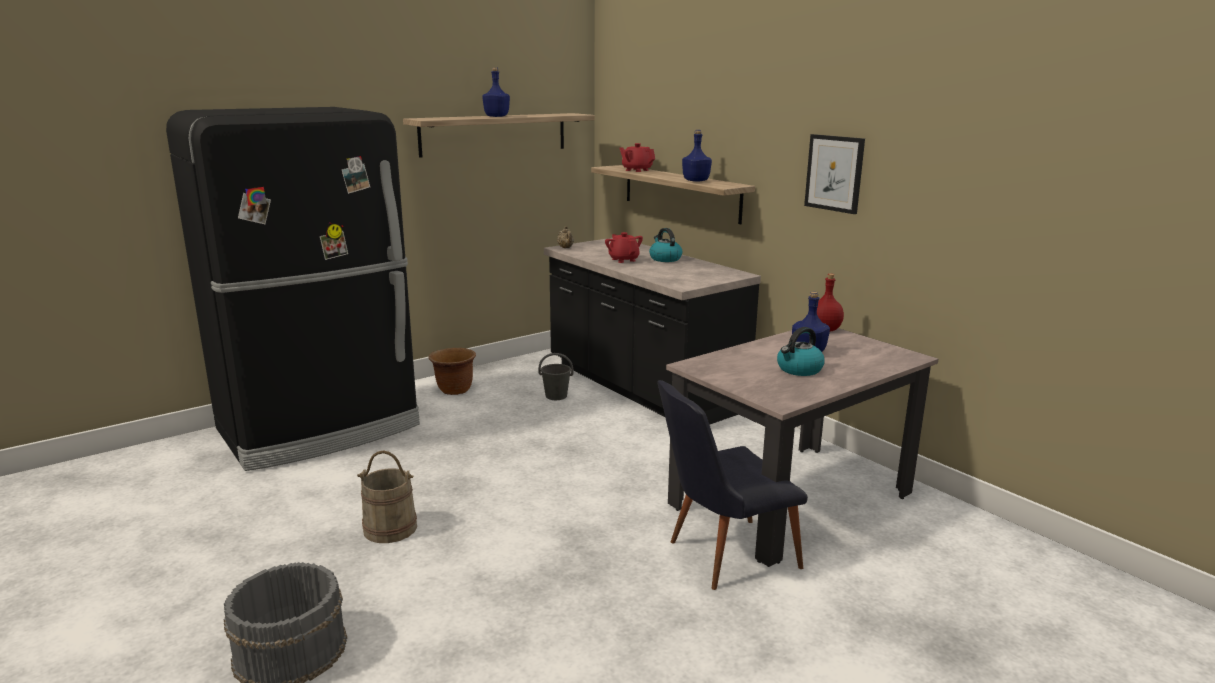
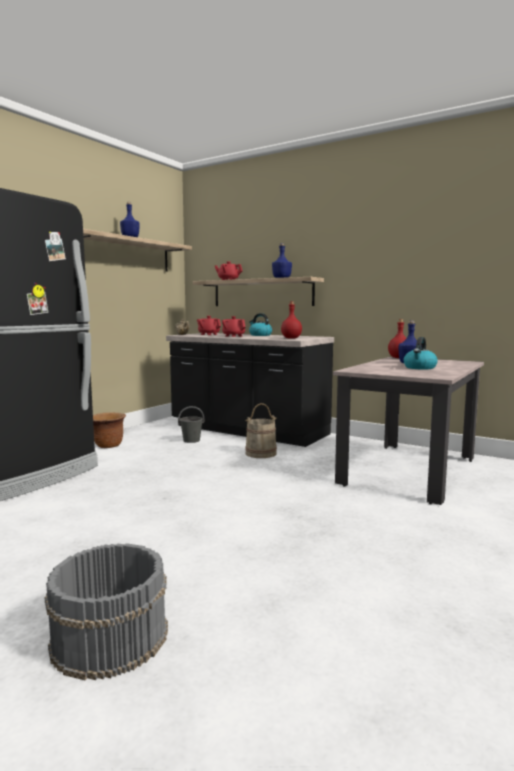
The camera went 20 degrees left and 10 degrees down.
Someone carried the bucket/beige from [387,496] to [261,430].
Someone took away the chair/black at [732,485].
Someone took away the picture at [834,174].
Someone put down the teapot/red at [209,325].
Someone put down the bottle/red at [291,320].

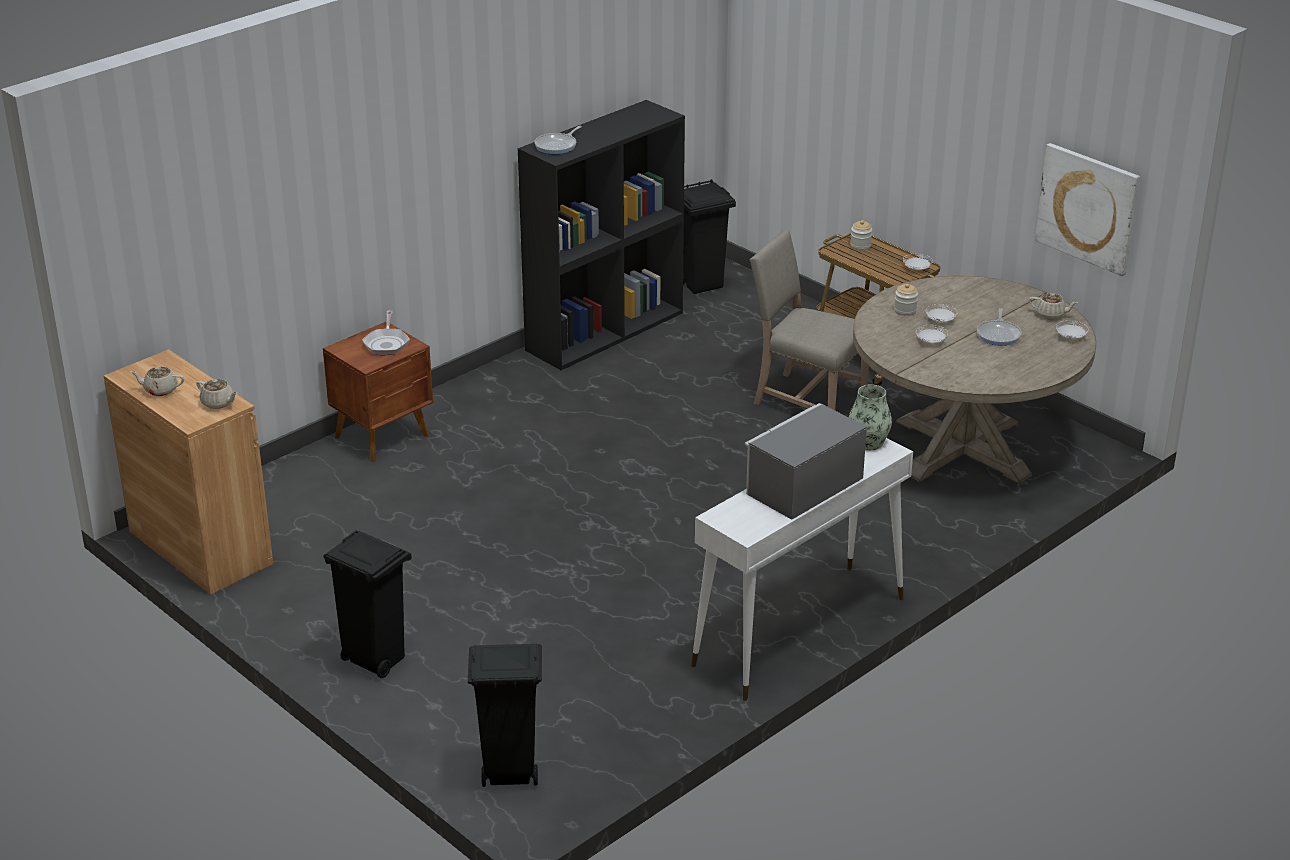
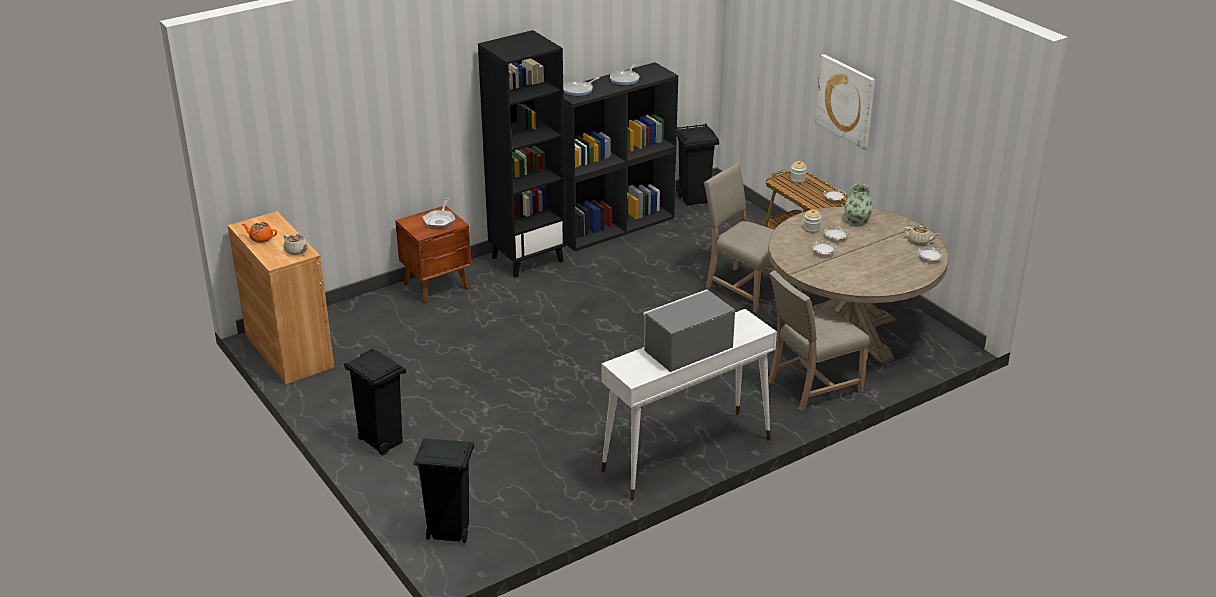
The camera went 10 degrees right and 0 degrees up.
Someone repainted the teapot/beige at [157,381], which became the teapot/orange at [259,232].
Someone carried the vase from [870,417] to [858,205].
Someone carried the frying pan from [999,327] to [624,74].
Someone carried the picture from [1087,209] to [845,102].
Someone put down the bookcase/black at [522,154].
Someone put down the chair/beige at [819,341].

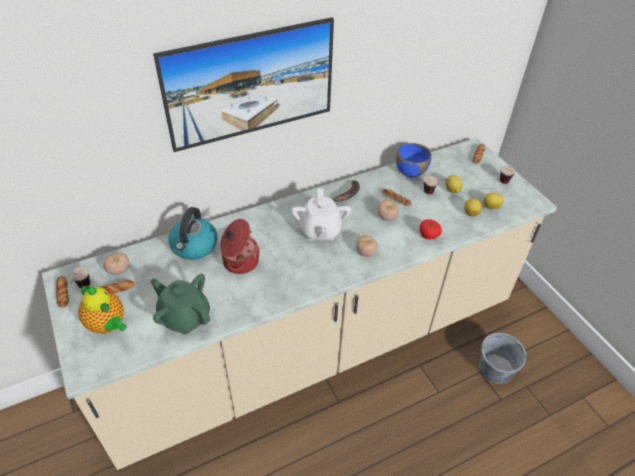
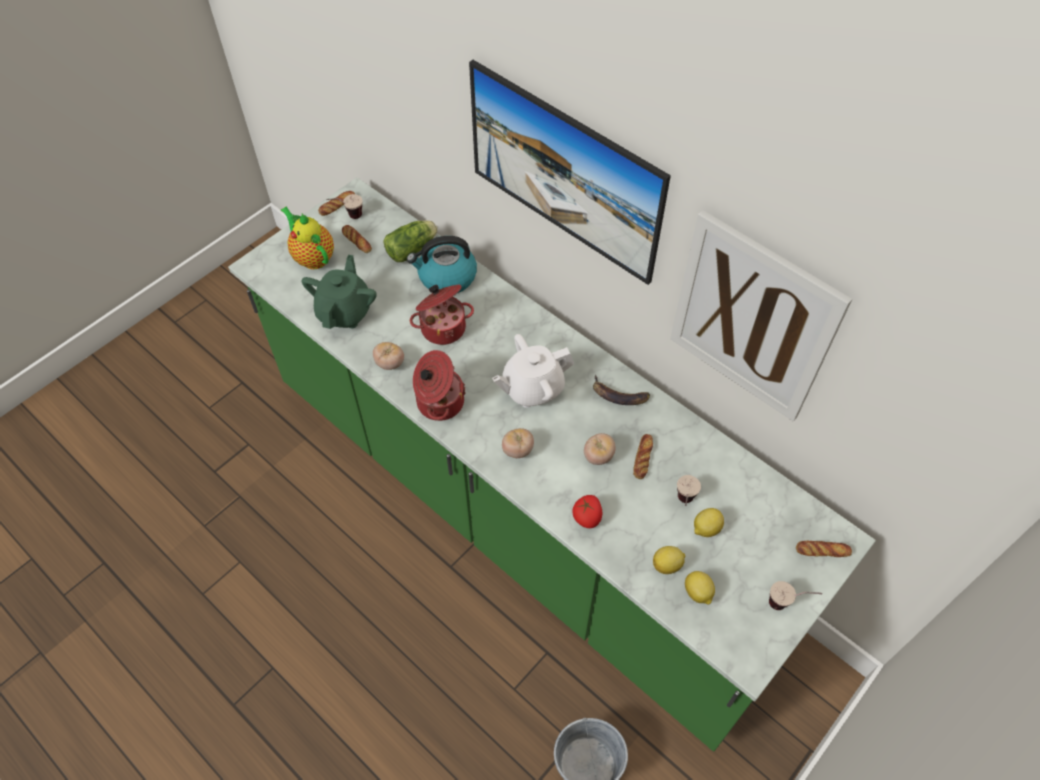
The camera went 70 degrees right and 10 degrees up.
Someone repainted the counter/beige at [299,304], which became the counter/green at [552,464].
Someone rotated the teapot at [102,310] by 120 degrees clockwise.
Someone carried the tomato from [116,264] to [388,356].
Someone took away the bowl/blue at [414,160].
Someone put down the lettuce at [410,241].
Someone put down the cooking pot at [439,385].
Someone put up the picture at [761,315].

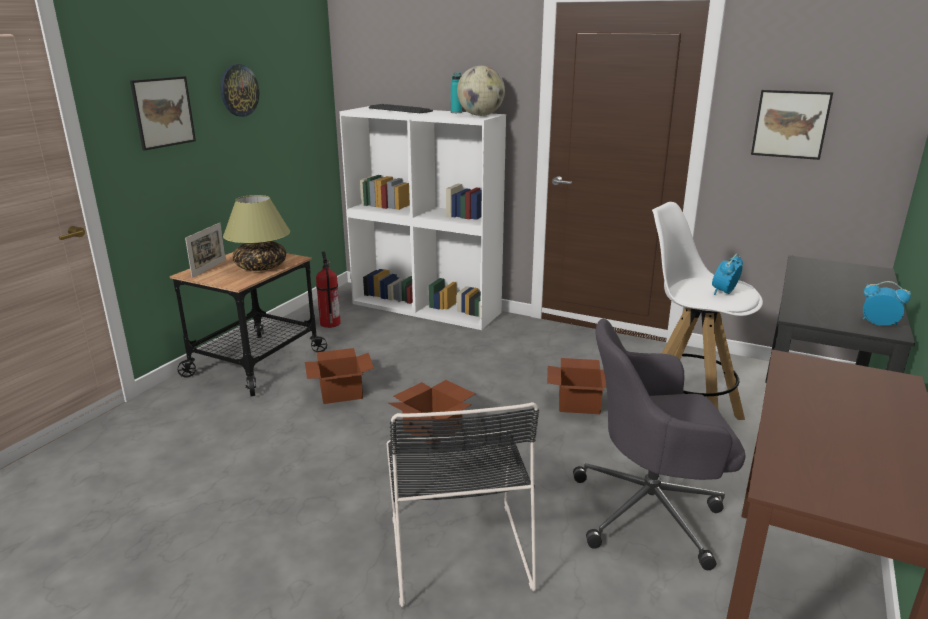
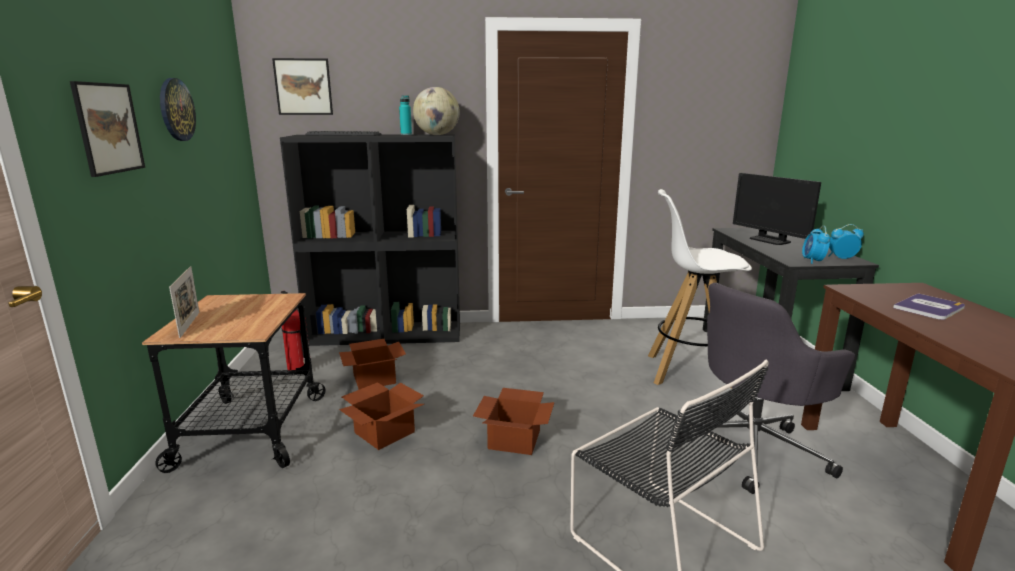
The camera went 30 degrees left and 5 degrees down.
Someone took away the table lamp at [256,233].
Someone repainted the bookcase/white at [422,218], which became the bookcase/black at [370,240].
Someone carried the cardboard box from [576,386] to [372,364].
Someone carried the alarm clock from [727,274] to [816,245].
Someone carried the picture from [792,125] to [302,86].
Someone put down the monitor at [777,209].
Someone put down the book at [929,306].

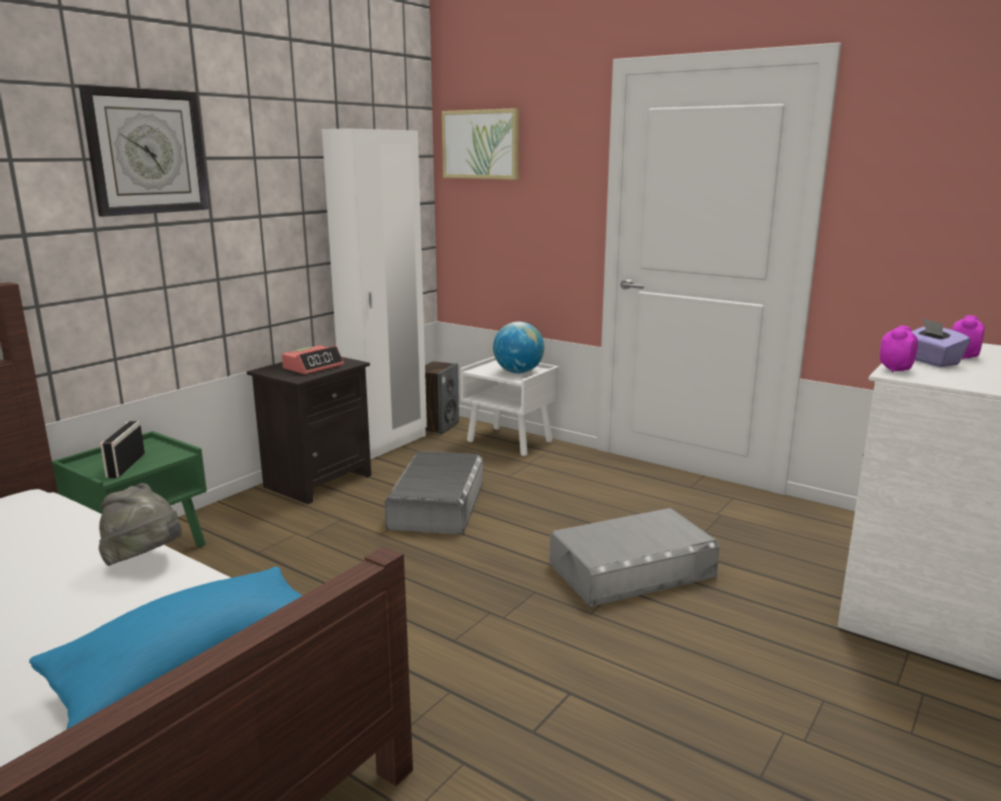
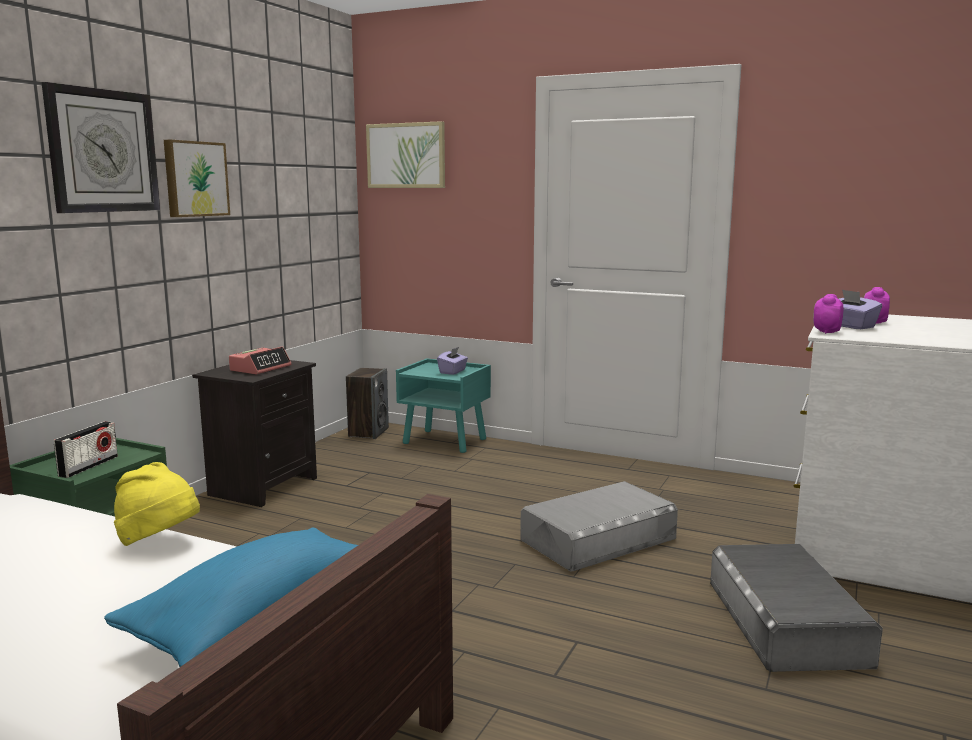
The camera went 10 degrees left and 5 degrees down.
Someone repainted the hat/grey at [140,524], which became the hat/yellow at [157,504].
Someone rotated the radio at [122,449] by 150 degrees counterclockwise.
Someone took away the wardrobe/white at [374,293].
Someone carried the storage box/grey from [433,493] to [796,608].
Someone repainted the nightstand/white at [509,406], which became the nightstand/turquoise at [443,405].
Someone swapped the globe at [518,347] for the tissue box/purple at [452,361].
Someone put up the picture at [197,178].

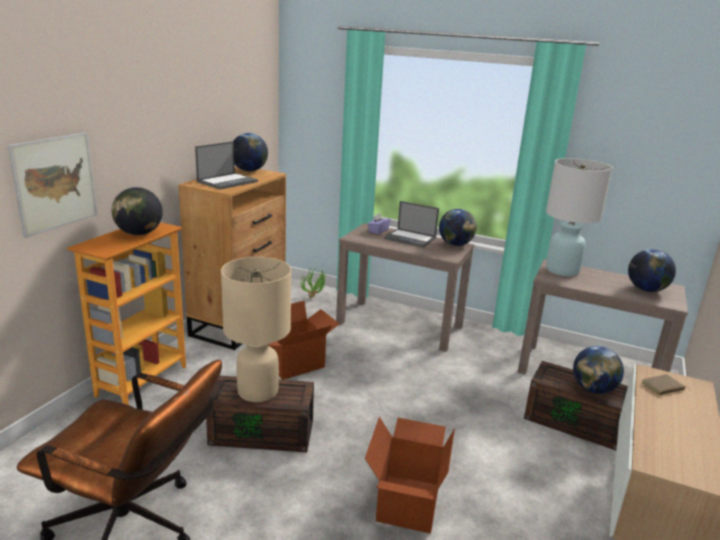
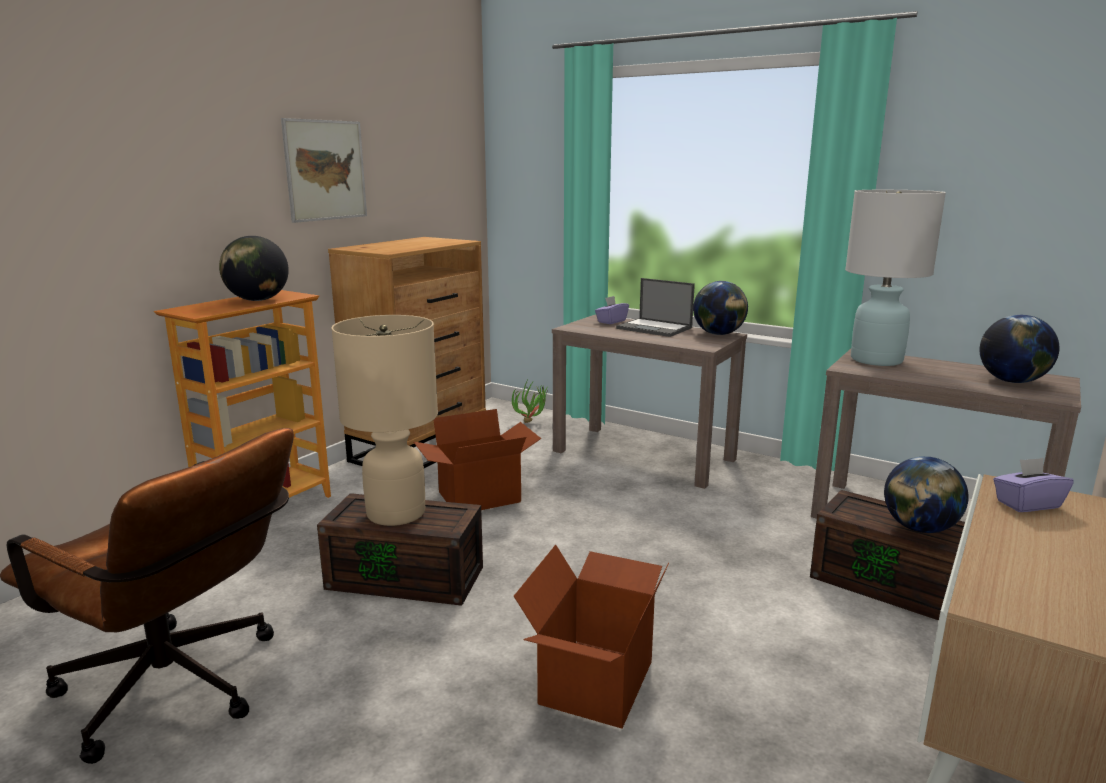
The camera went 10 degrees right and 5 degrees down.
Someone carried the picture from [52,185] to [324,170].
Someone took away the laptop at [226,165].
Someone took away the globe at [251,152].
Someone swapped the book/brown at [667,384] for the tissue box/purple at [1033,485].

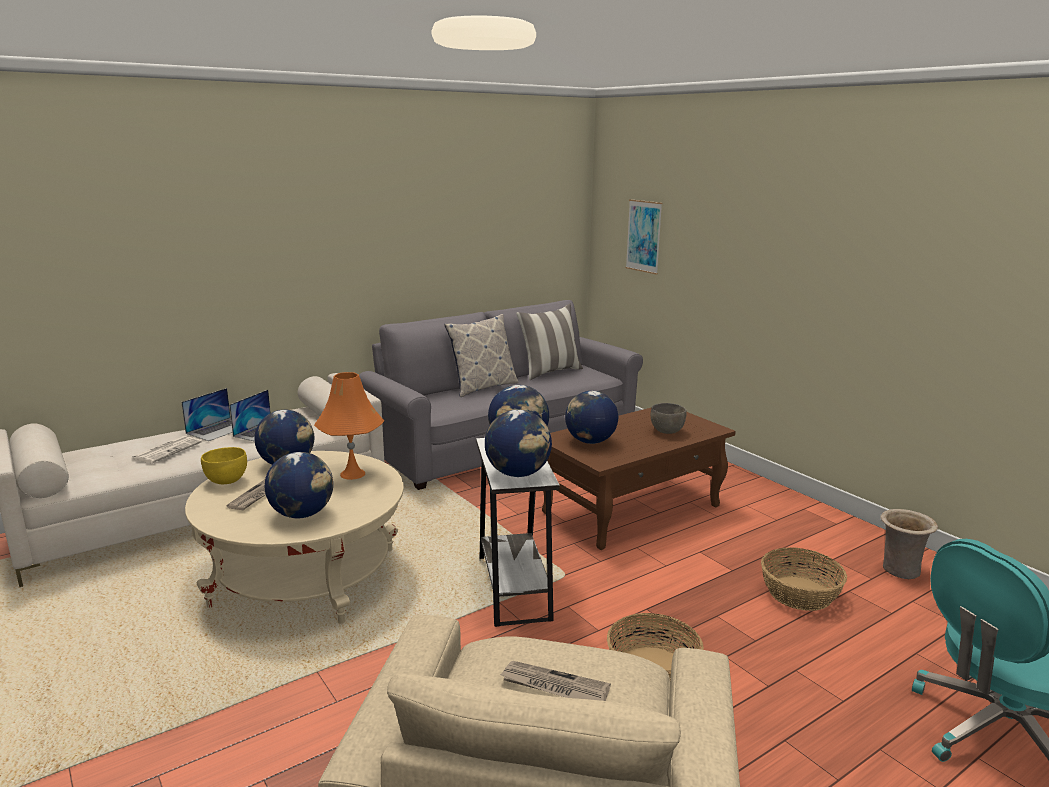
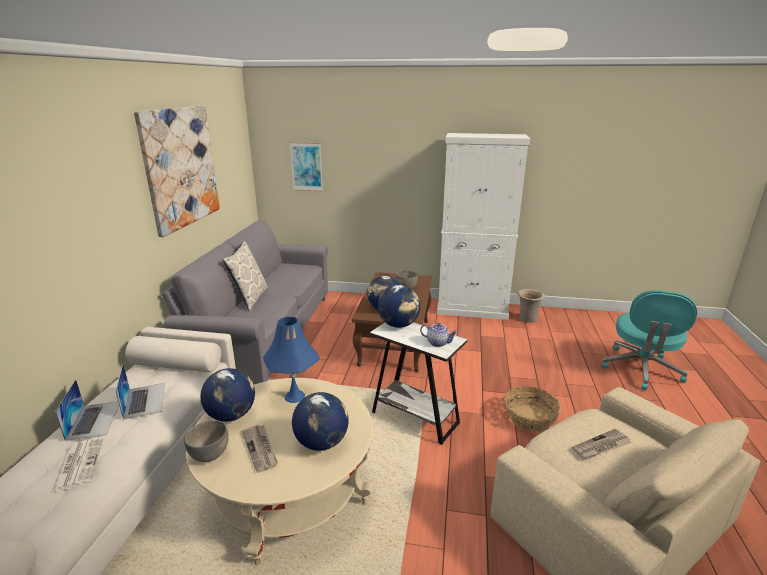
The camera went 45 degrees left and 5 degrees up.
Someone repainted the bowl/yellow at [224,465], which became the bowl/grey at [206,441].
Someone repainted the table lamp/orange at [349,426], which became the table lamp/blue at [291,360].
Someone swapped the globe at [518,443] for the teapot at [439,335].
Someone took away the pillow at [549,342].
Someone took away the basket at [804,579].
Someone put up the picture at [177,171].
Someone put down the cabinet/white at [483,226].

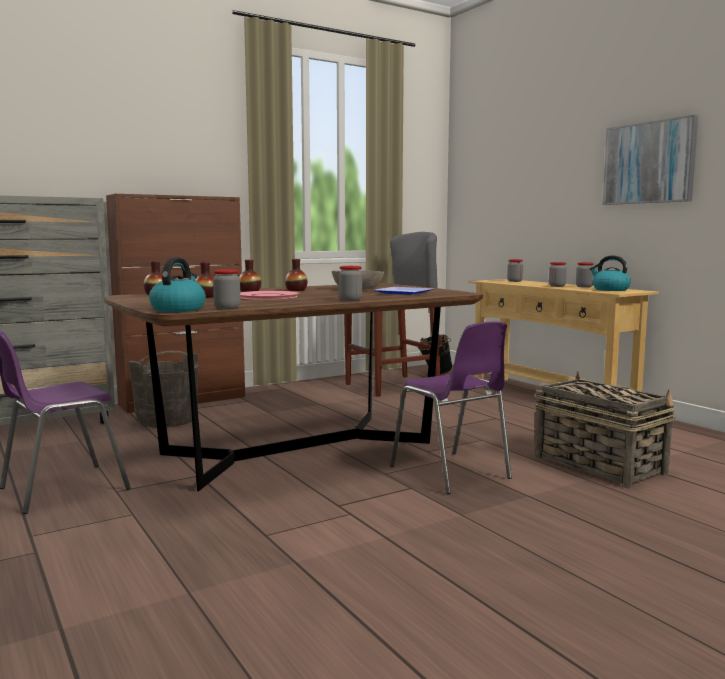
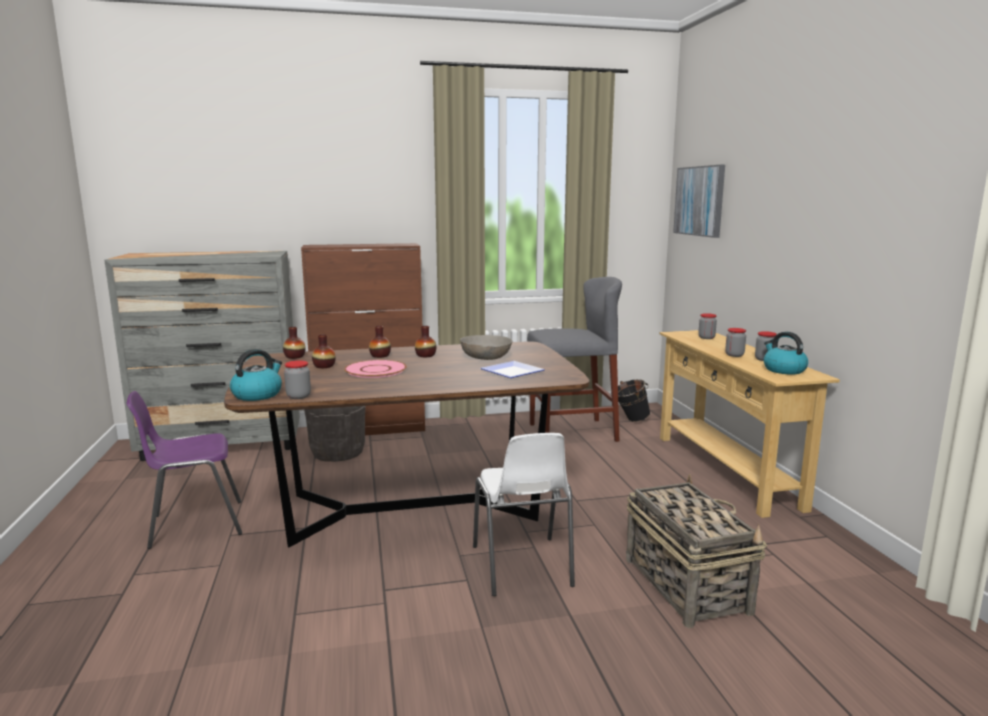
The camera went 20 degrees right and 5 degrees up.
Someone took away the jar at [350,283].
Someone repainted the chair/purple at [451,407], which became the chair/white at [524,514].
Someone carried the picture from [650,160] to [699,201].

